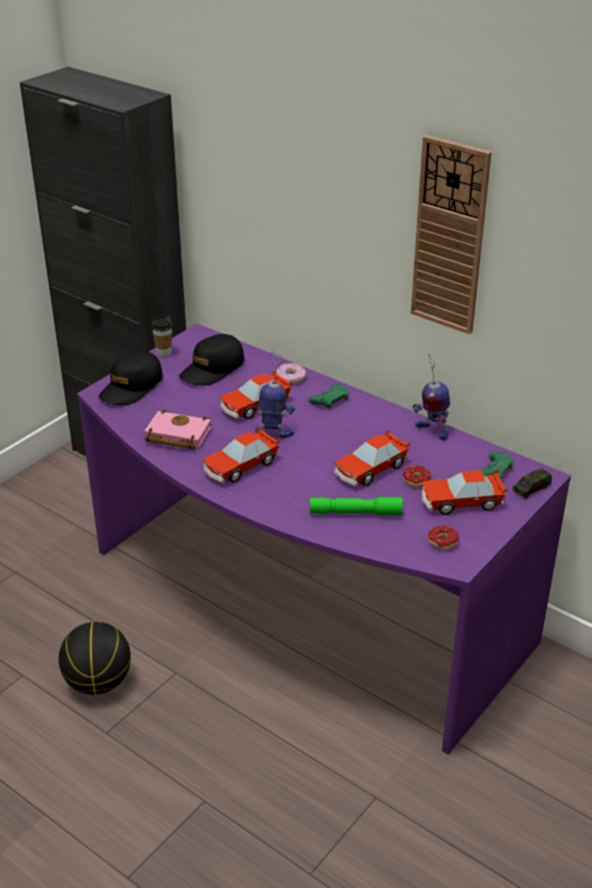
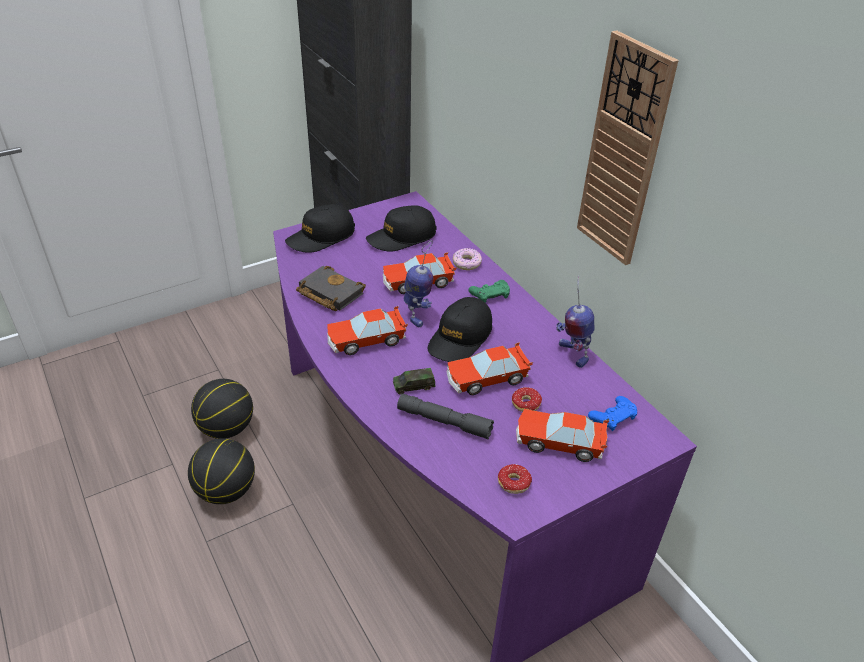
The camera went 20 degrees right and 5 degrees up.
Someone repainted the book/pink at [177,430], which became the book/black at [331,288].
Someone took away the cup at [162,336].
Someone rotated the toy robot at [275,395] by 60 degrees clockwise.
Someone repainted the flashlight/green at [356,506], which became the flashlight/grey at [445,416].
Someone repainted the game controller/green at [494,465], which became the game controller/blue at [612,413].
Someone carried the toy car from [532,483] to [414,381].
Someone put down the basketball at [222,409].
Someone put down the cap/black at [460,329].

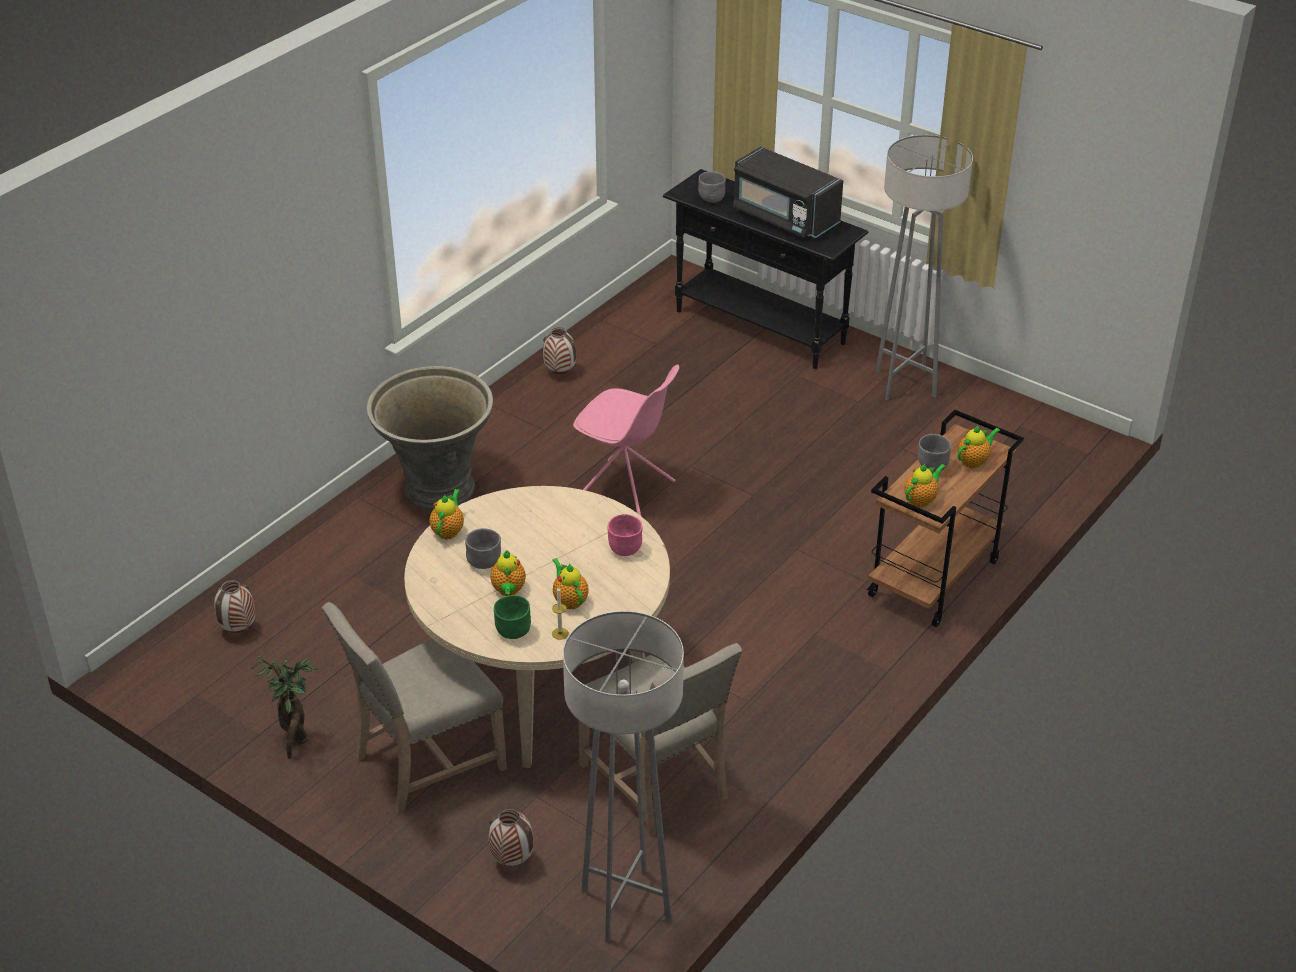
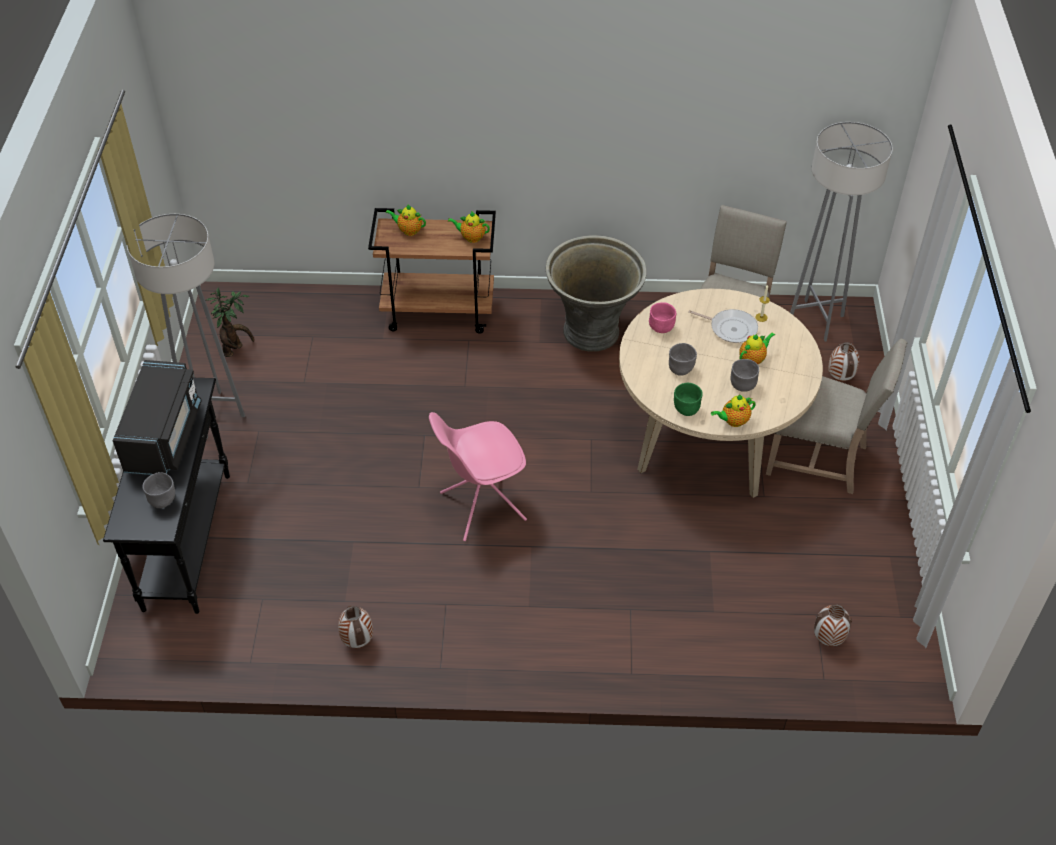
The camera went 125 degrees left and 10 degrees up.
Someone carried the potted plant from [284,707] to [229,322].
Someone carried the planter/grey from [430,438] to [596,293].
Someone carried the bowl/green from [512,617] to [688,399].
Someone swapped the teapot at [570,583] for the frying pan at [723,326].
Someone rotated the chair/pink at [626,440] by 105 degrees counterclockwise.
Someone carried the bowl/grey from [934,453] to [683,359].

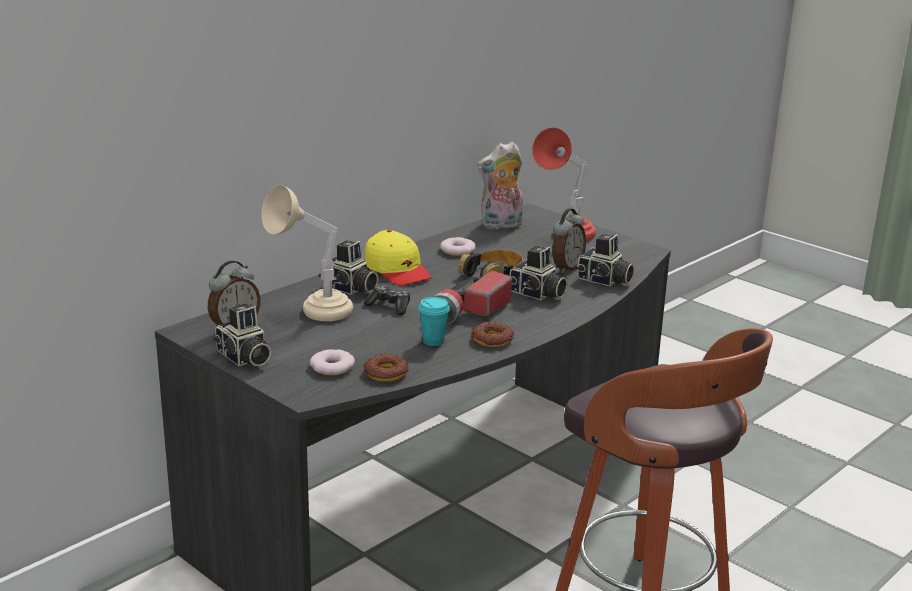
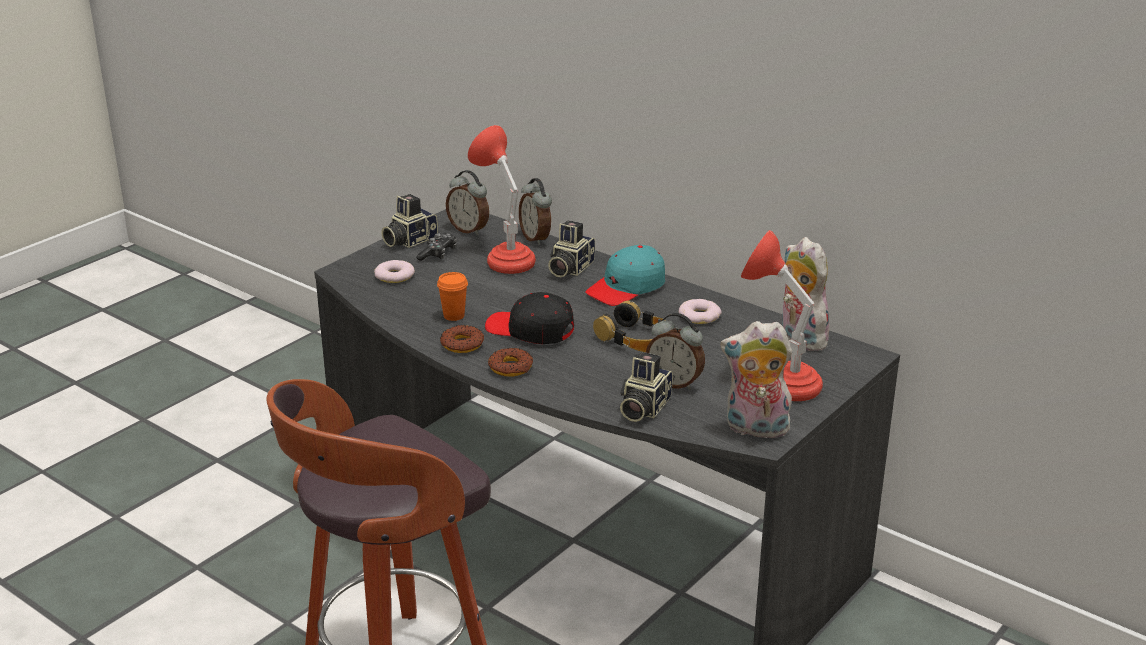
The camera went 85 degrees right and 5 degrees up.
Someone repainted the table lamp/beige at [307,253], which became the table lamp/red at [502,199].
Someone carried the donut from [386,368] to [510,362].
Someone carried the game controller from [387,300] to [436,247].
Someone repainted the cap/yellow at [398,258], which became the cap/turquoise at [625,275].
Someone repainted the cup/turquoise at [434,321], which became the cup/orange at [452,296].
Someone swapped the flashlight at [473,297] for the cap/black at [529,318].
Someone took away the photo camera at [539,273].
Someone put down the alarm clock at [535,211].
Someone put down the plush toy at [756,381].

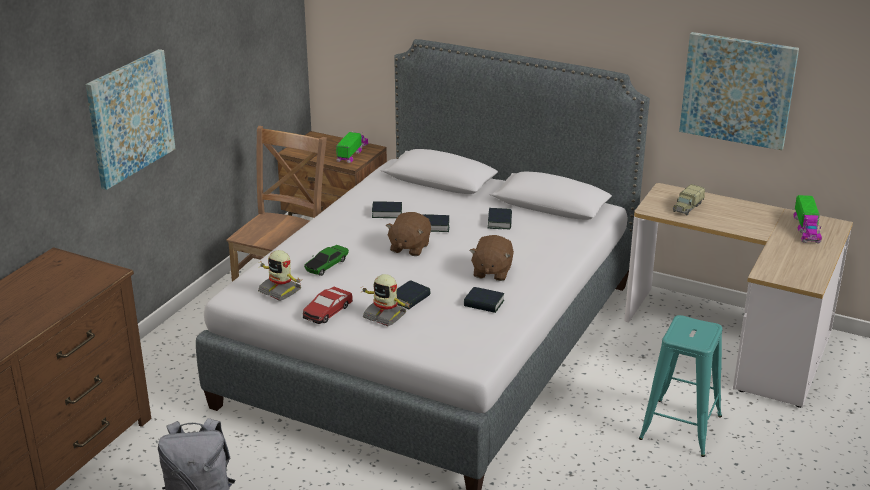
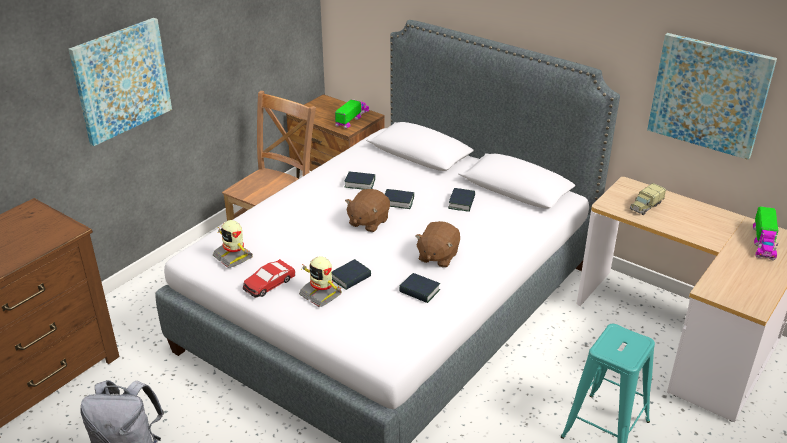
The camera went 10 degrees right and 5 degrees up.
Someone took away the toy car at [326,260].

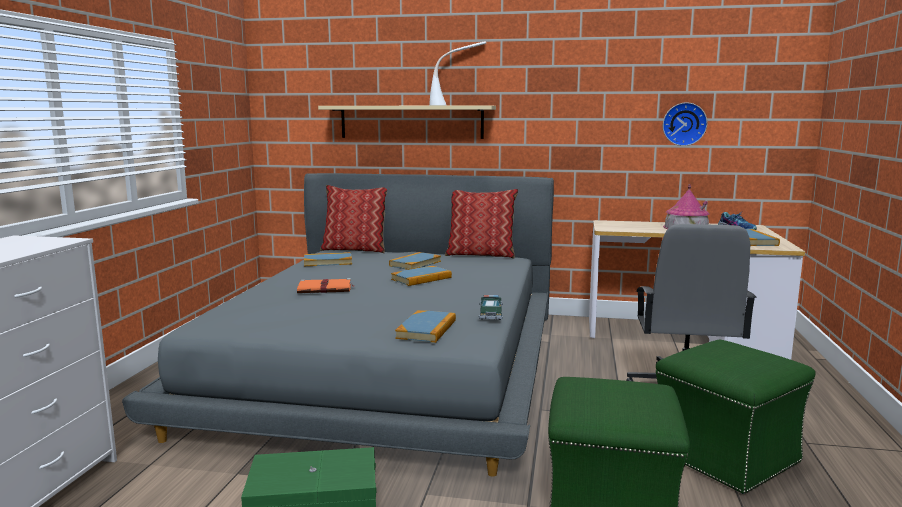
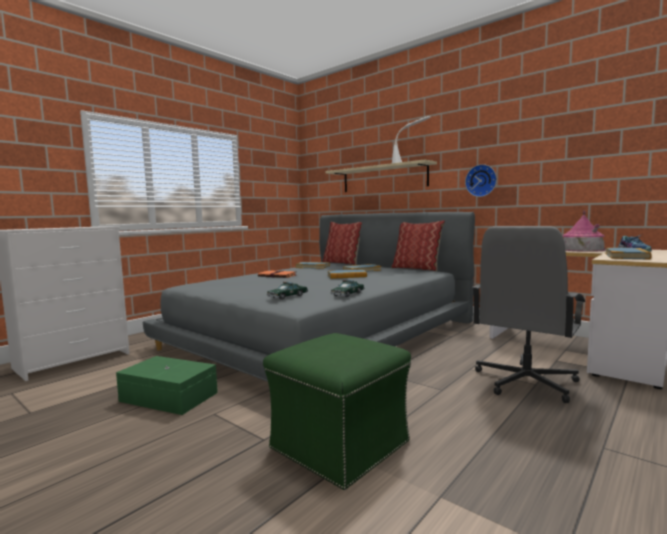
The camera went 30 degrees right and 5 degrees down.
Someone swapped the book at [425,326] for the toy car at [287,291].
Someone took away the ottoman/green at [736,417].
Someone carried the wall clock from [685,124] to [481,180].

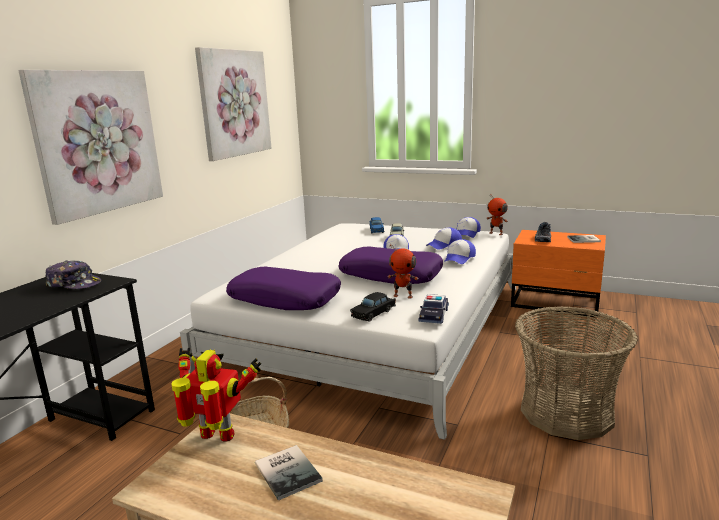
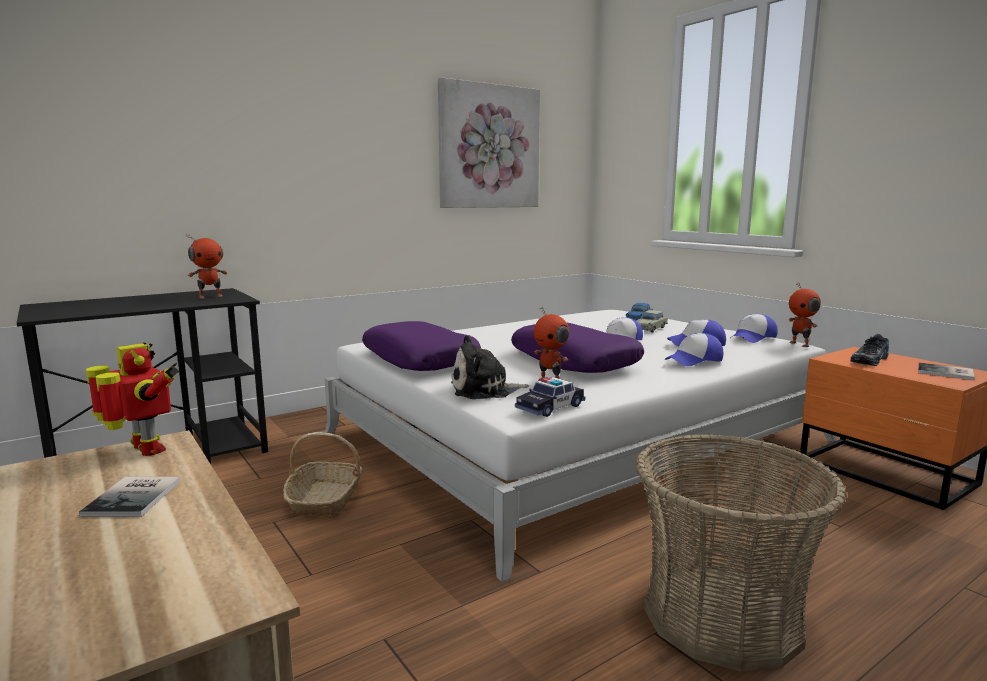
The camera went 30 degrees right and 5 degrees down.
Someone took away the picture at [90,147].
Someone swapped the cap at [73,274] for the toy robot at [206,266].
Someone swapped the toy car/black at [373,307] for the plush toy at [490,367].

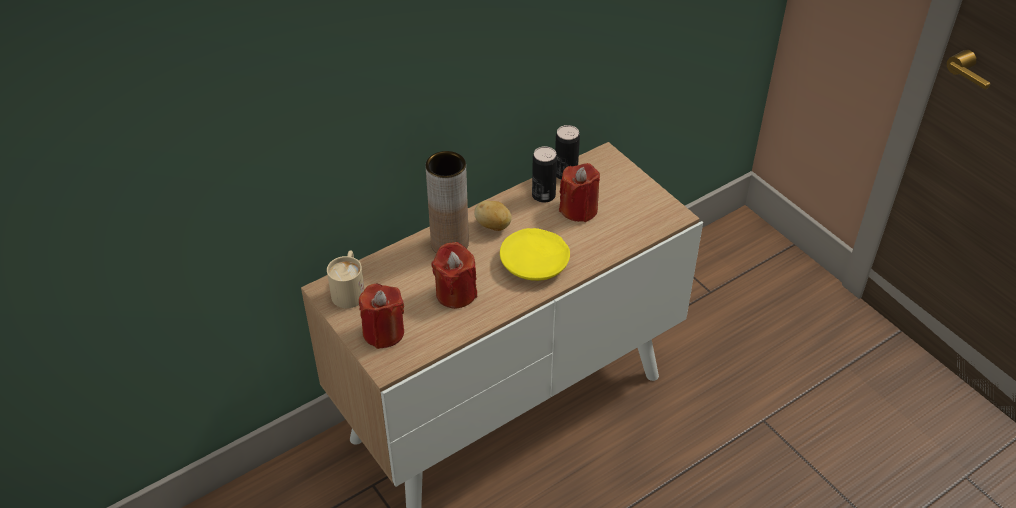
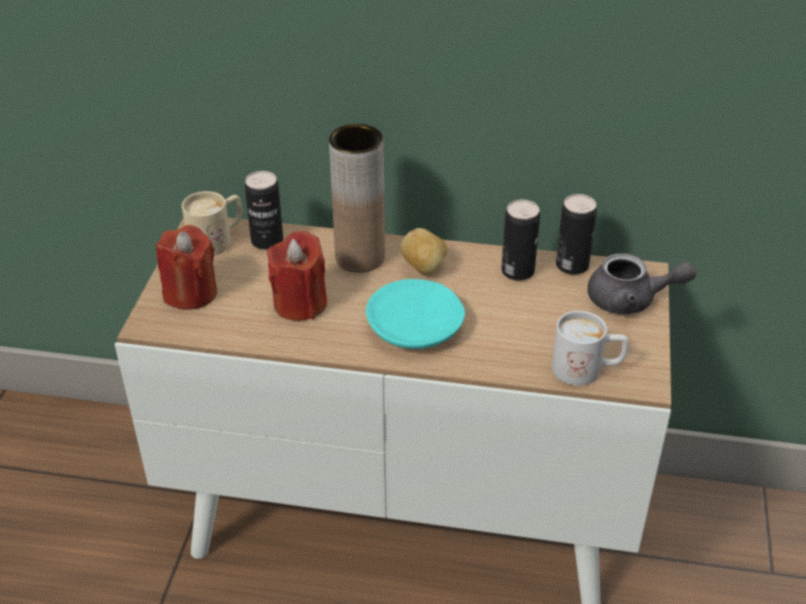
The camera went 45 degrees right and 5 degrees down.
Someone repainted the plate/yellow at [535,254], which became the plate/turquoise at [415,314].
Someone took away the candle/red at [579,192].
Someone put down the can at [264,210].
Someone put down the mug/white at [590,348].
Someone put down the teapot/grey at [642,284].

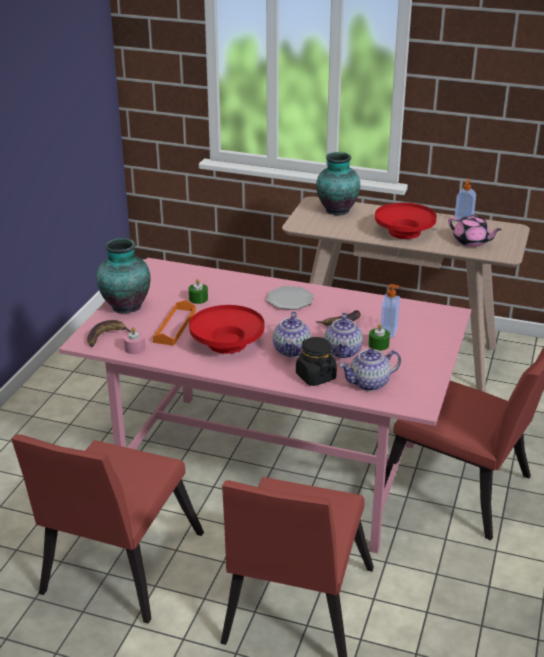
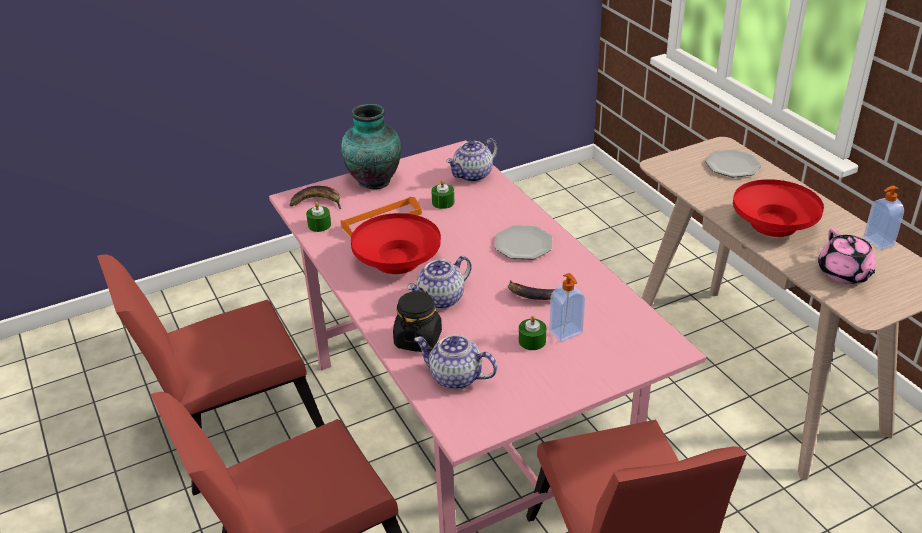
The camera went 45 degrees right and 5 degrees up.
Someone repainted the candle/pink at [134,340], which became the candle/green at [318,217].
Someone swapped the vase at [338,183] for the plate at [733,163].
Someone carried the teapot from [343,335] to [472,160].

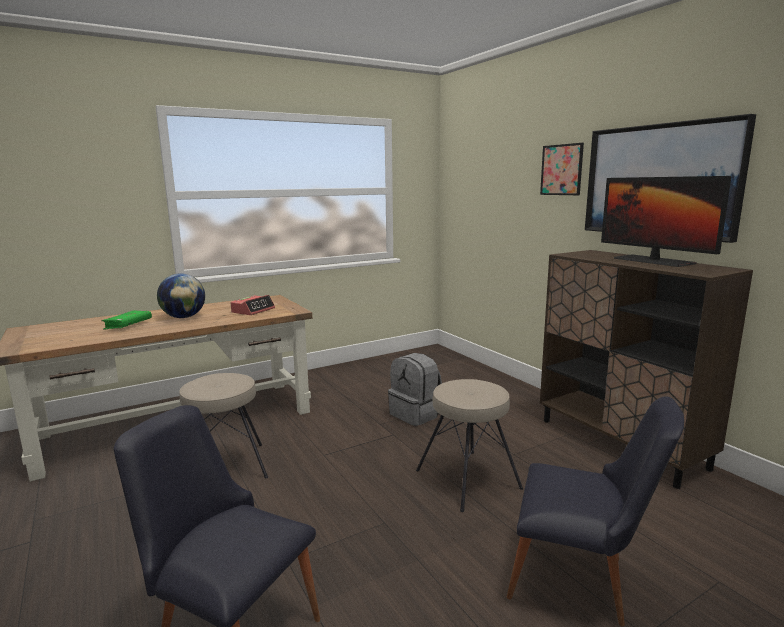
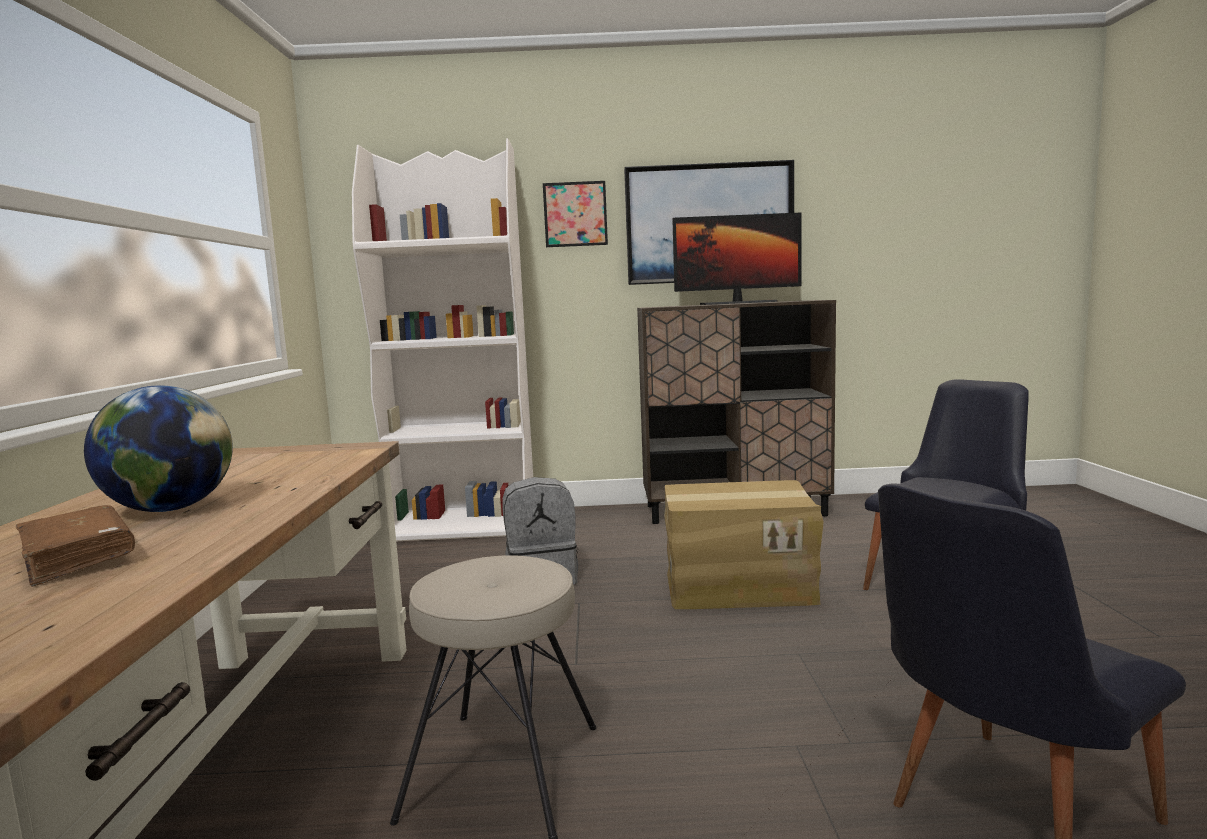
The camera went 60 degrees left and 5 degrees down.
Someone repainted the book/green at [126,320], which became the book/brown at [75,546].
Someone took away the alarm clock at [252,305].
Someone swapped the stool/beige at [469,445] for the cardboard box at [743,544].
Someone put down the bookcase/white at [442,339].

